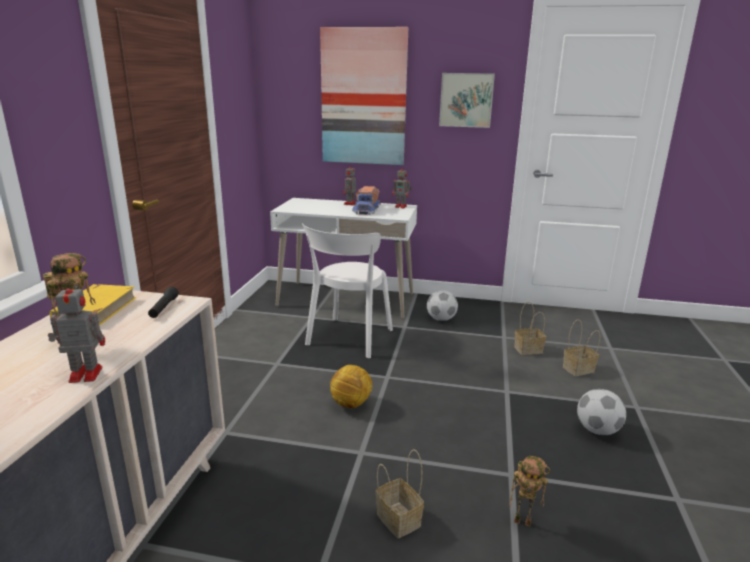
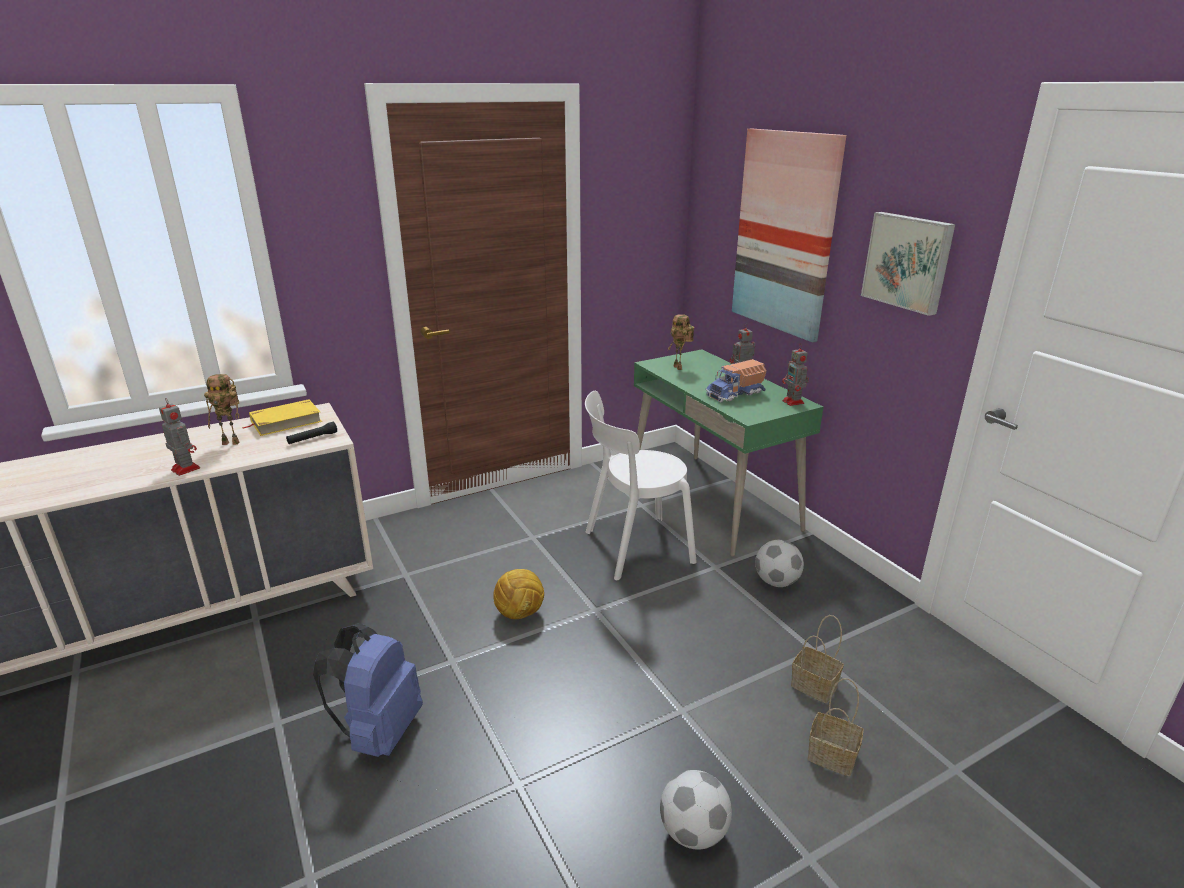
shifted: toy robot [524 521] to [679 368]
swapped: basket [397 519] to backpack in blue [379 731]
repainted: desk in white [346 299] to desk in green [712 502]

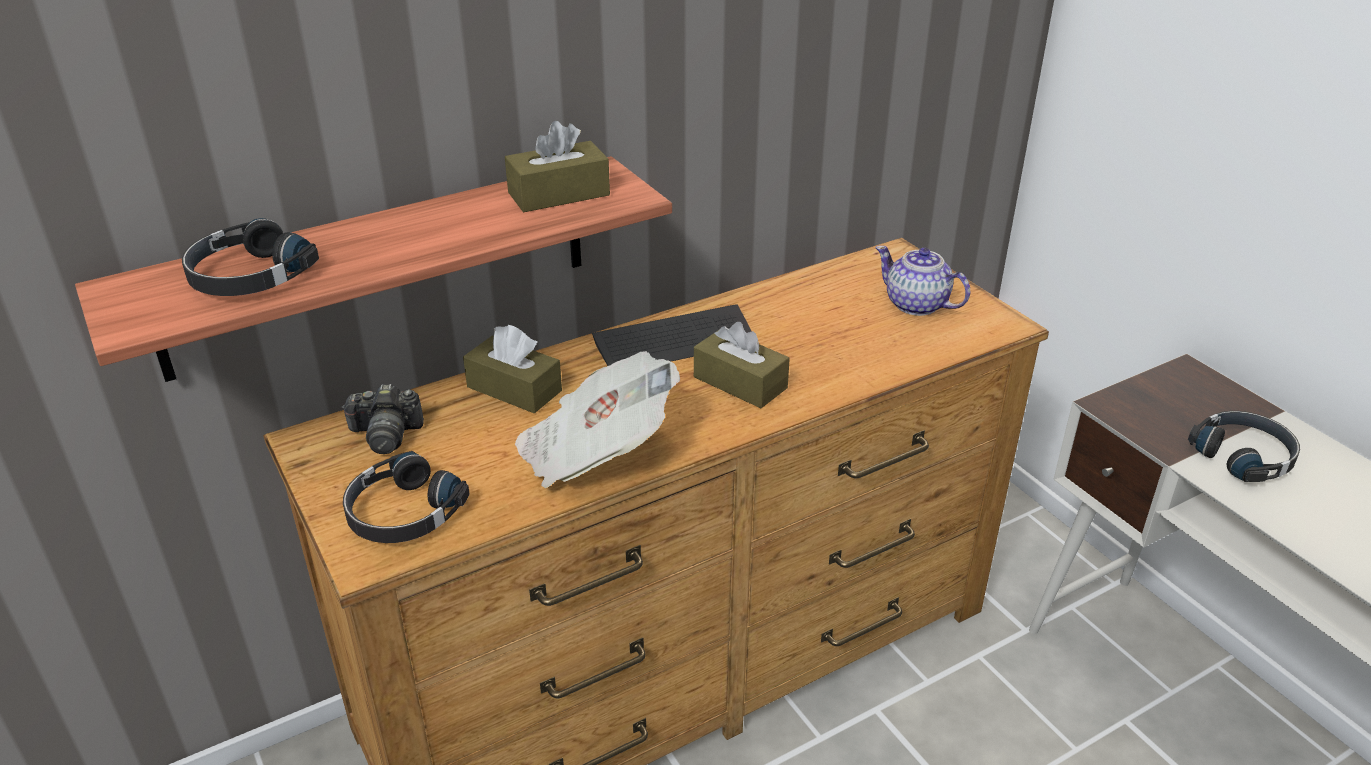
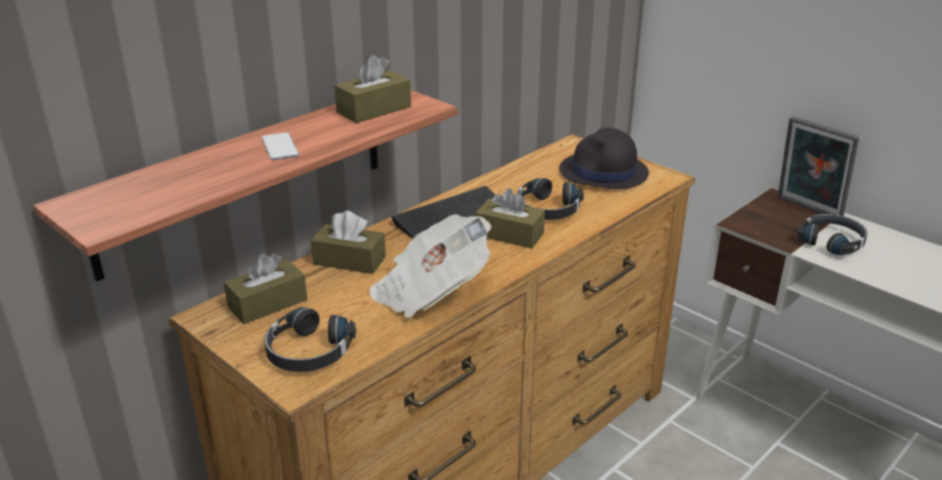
new: phone [280 147]; picture frame [807 209]
shifted: headphones in black [249 276] to [547 209]
swapped: photo camera [386 435] to tissue box in brown [267 303]; teapot [917 305] to hat in black [603 172]

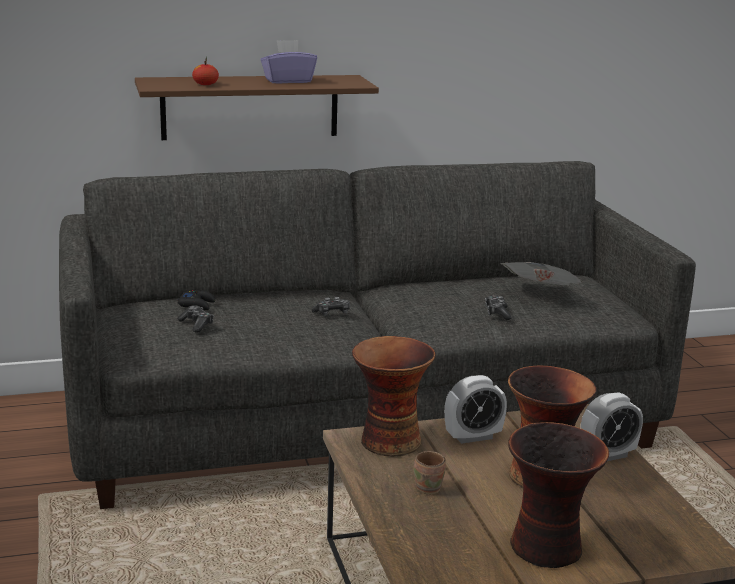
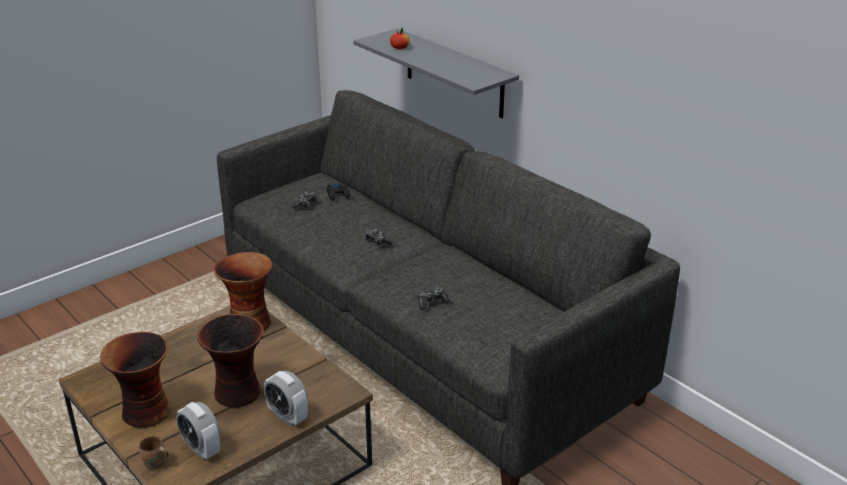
gone: tissue box in purple [288 81]; newspaper [541 295]
shifted: mug in brown [430 488] to [155 465]; alarm clock [473 437] to [201 449]
repainted: shelf in brown [250 107] to shelf in grey [454 73]

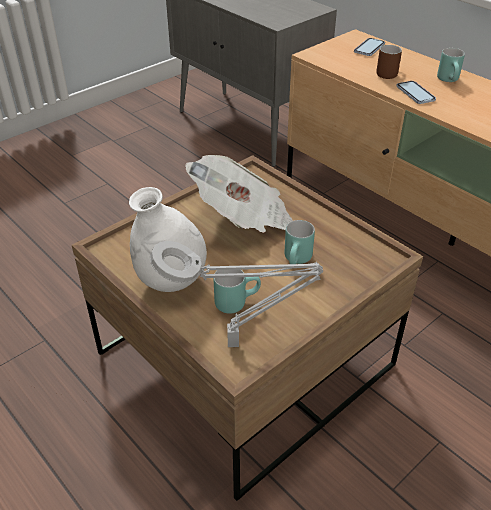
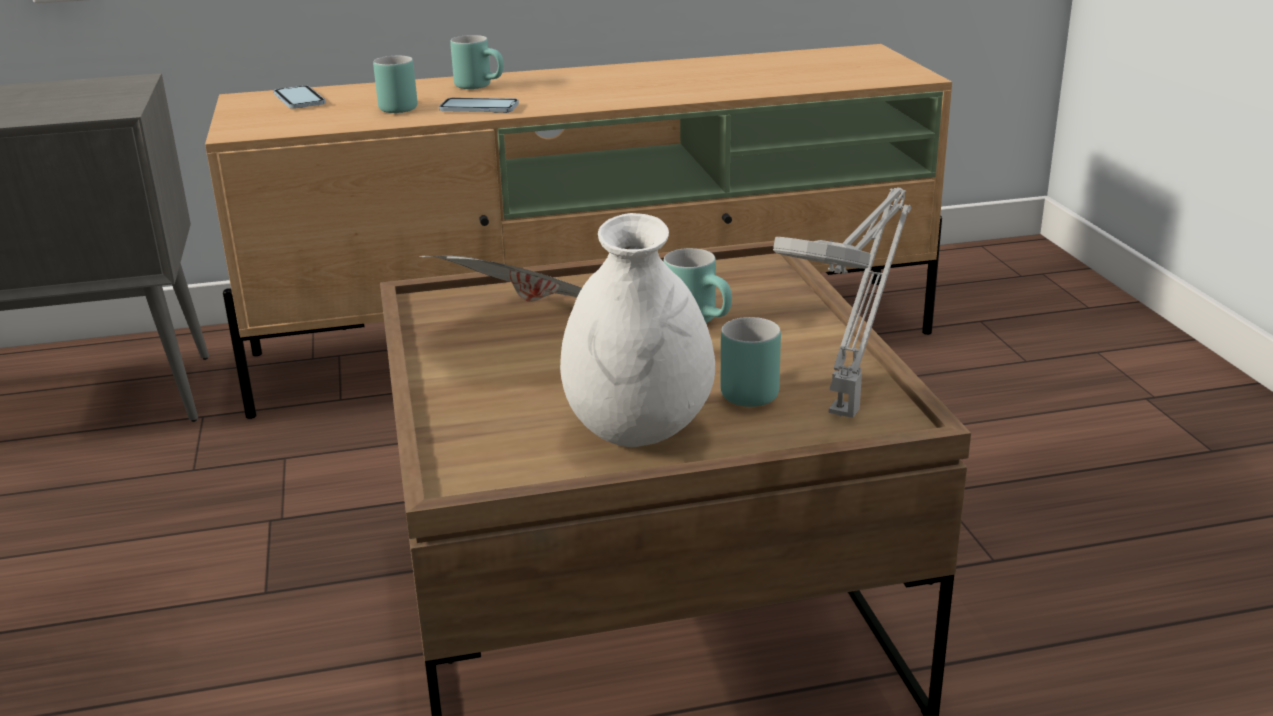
repainted: mug in brown [387 73] to mug in turquoise [393 107]

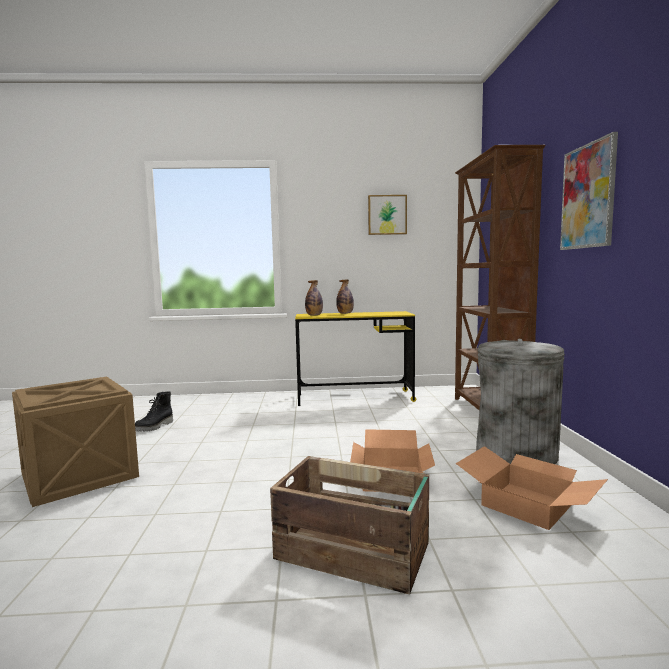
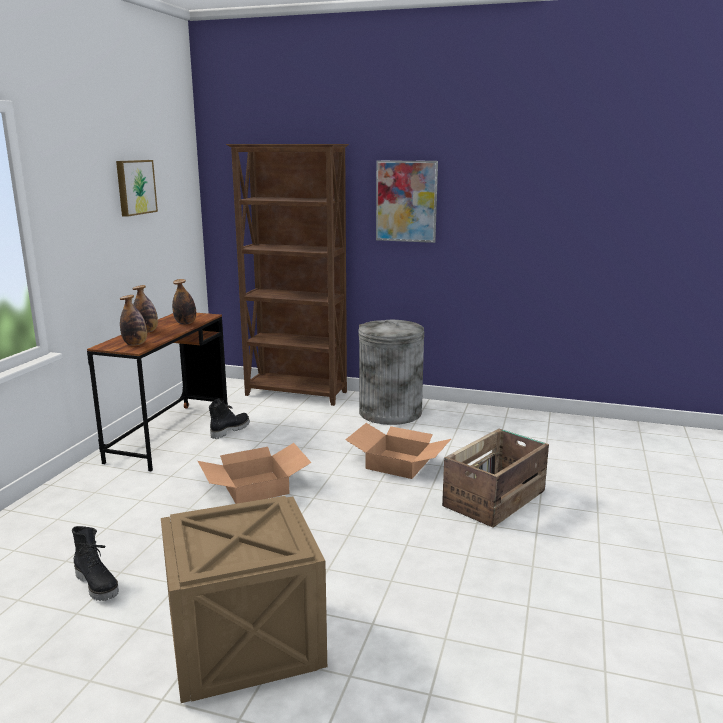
new: bottle [185 323]; boot in black [229 430]
shifted: cardboard box [528 504] to [256 487]
repainted: desk in yellow [355 398] to desk in brown [170 435]

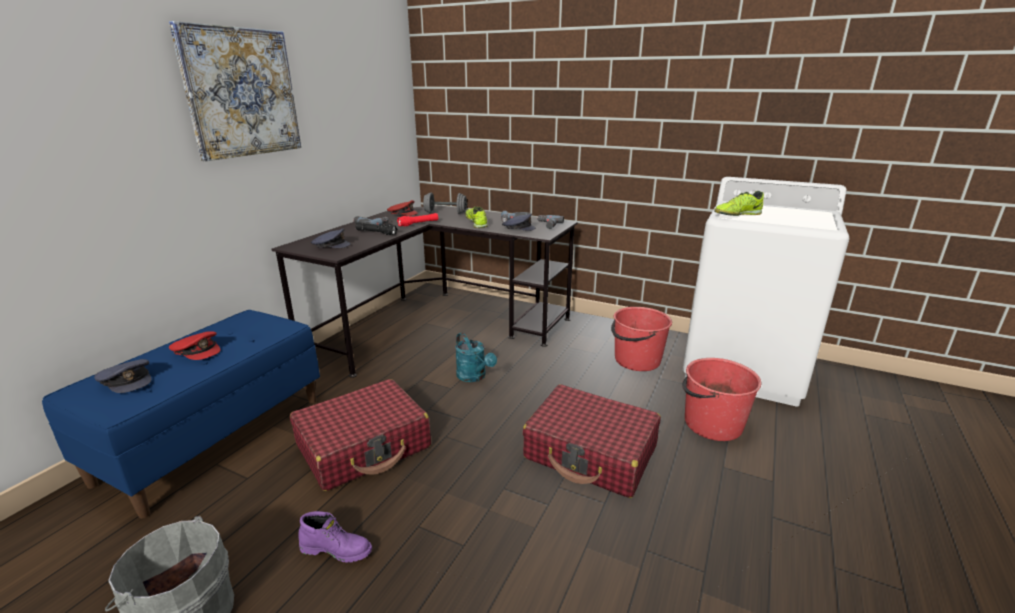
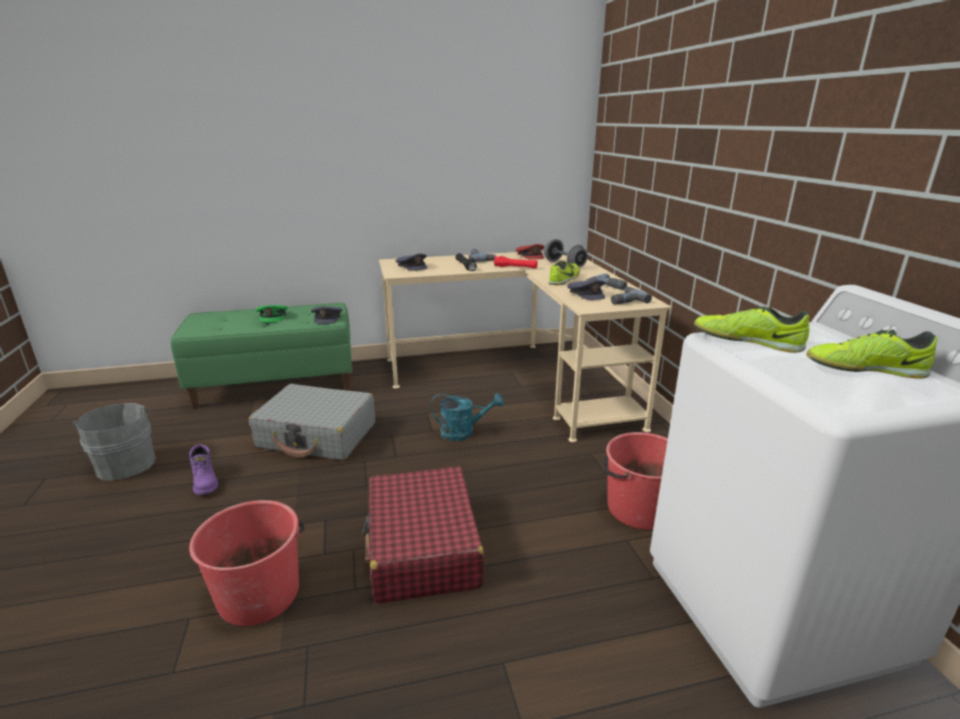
gone: picture [241 93]
new: shoe [864 370]
shifted: cap in grey [127 381] to [327 318]; bucket in red [711 424] to [259 593]
repainted: bench in blue [215 437] to bench in green [277 385]; cap in red [197 351] to cap in green [273 317]; desk in black [437 324] to desk in beige [518 378]; suitcase in red [364 446] to suitcase in grey [317 435]
rotated: watering can in turquoise [474 377] = [463 432] 105 degrees counterclockwise

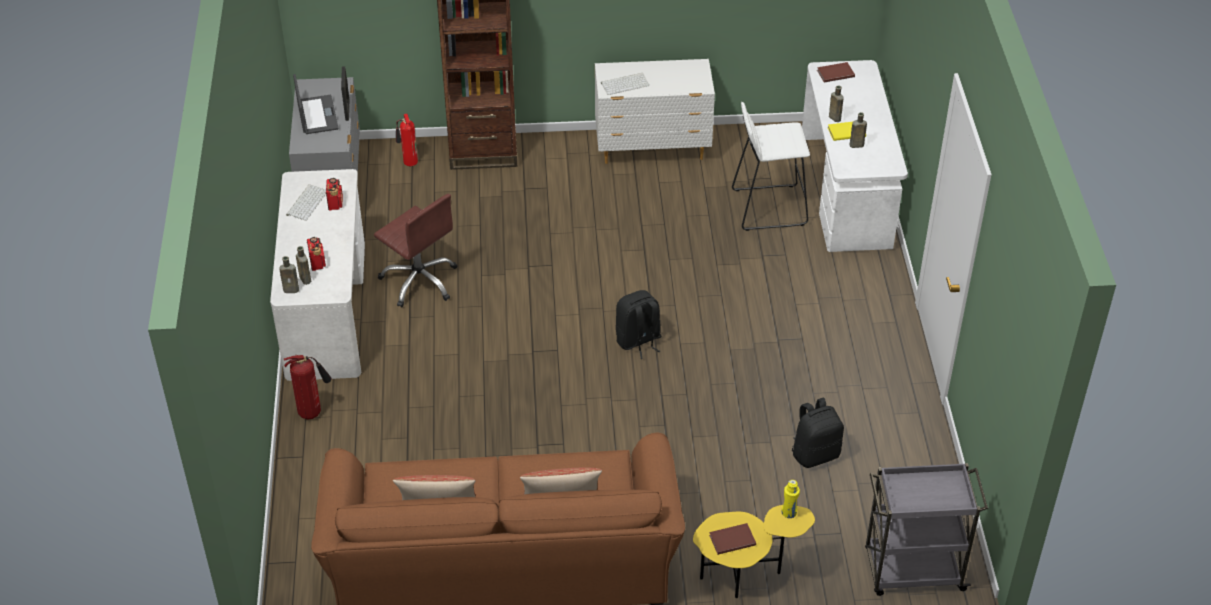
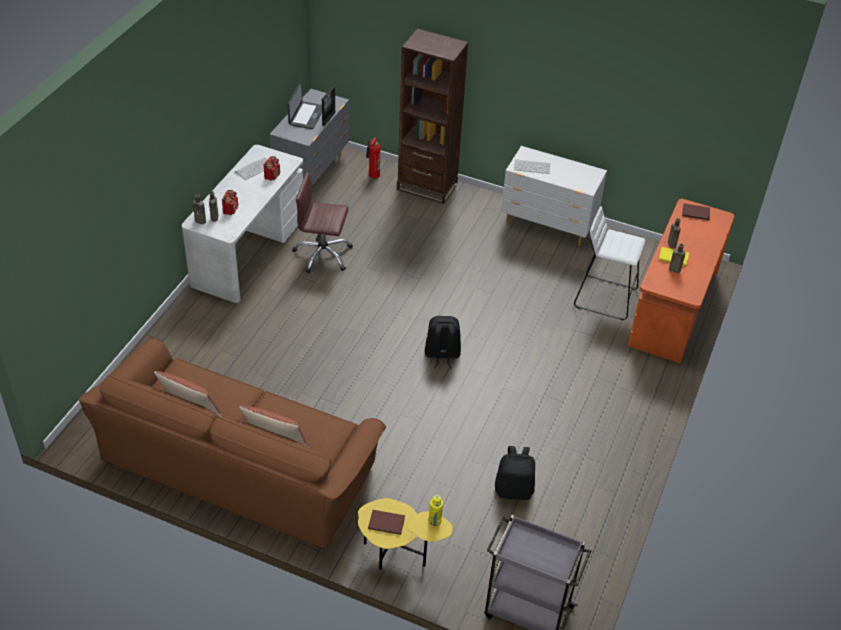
gone: fire extinguisher [312 412]
repainted: desk in white [847 191] to desk in orange [673 308]
rotated: office chair in brown [419 280] = [323 255] 120 degrees clockwise

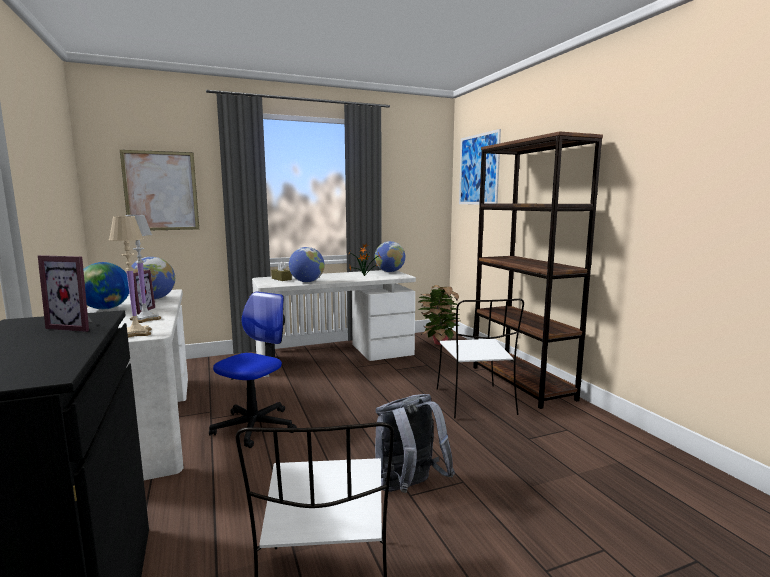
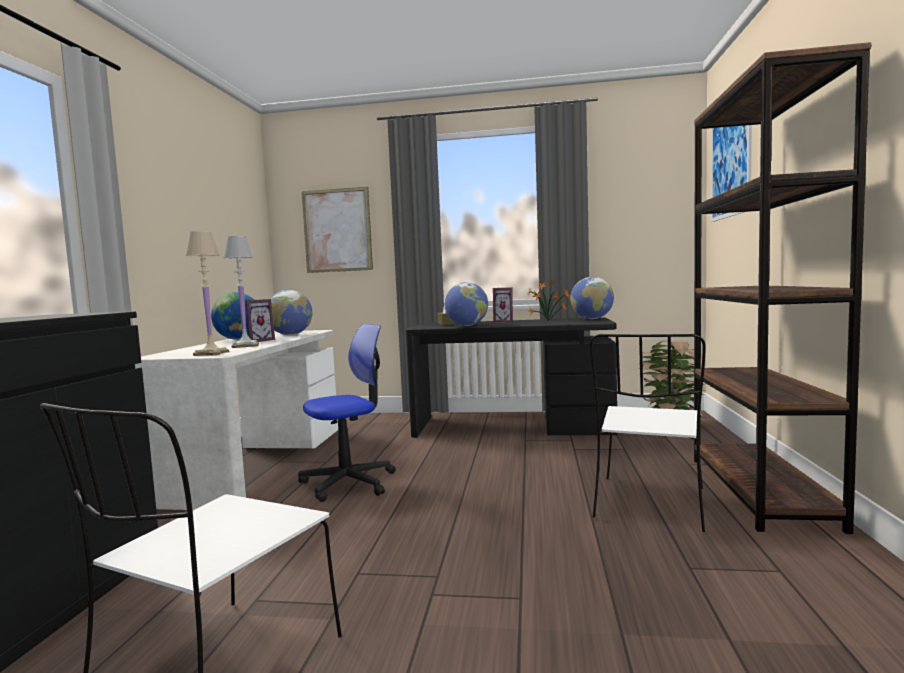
gone: backpack in grey [408 488]
shifted: picture frame [78 326] to [506 322]
repainted: desk in white [336 356] to desk in black [512 426]

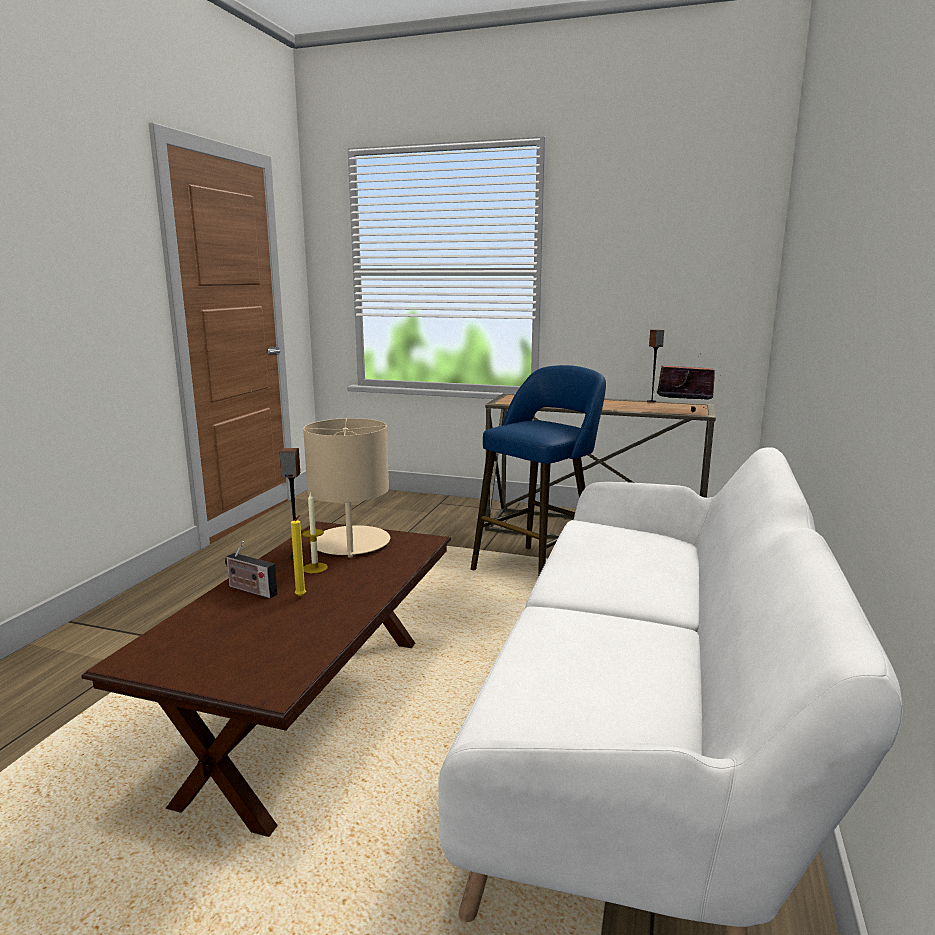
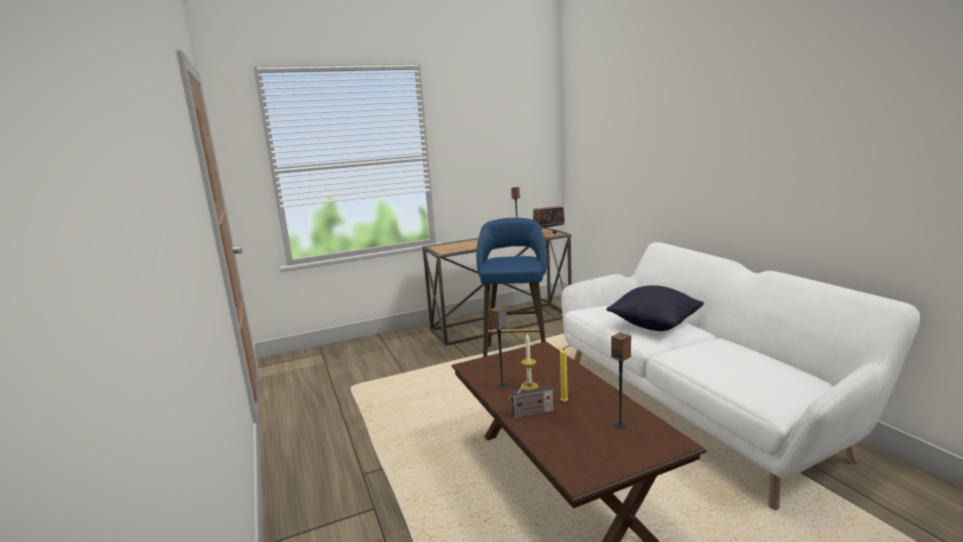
gone: table lamp in beige [351 543]
new: pillow in black [654 325]; speaker [620 425]

